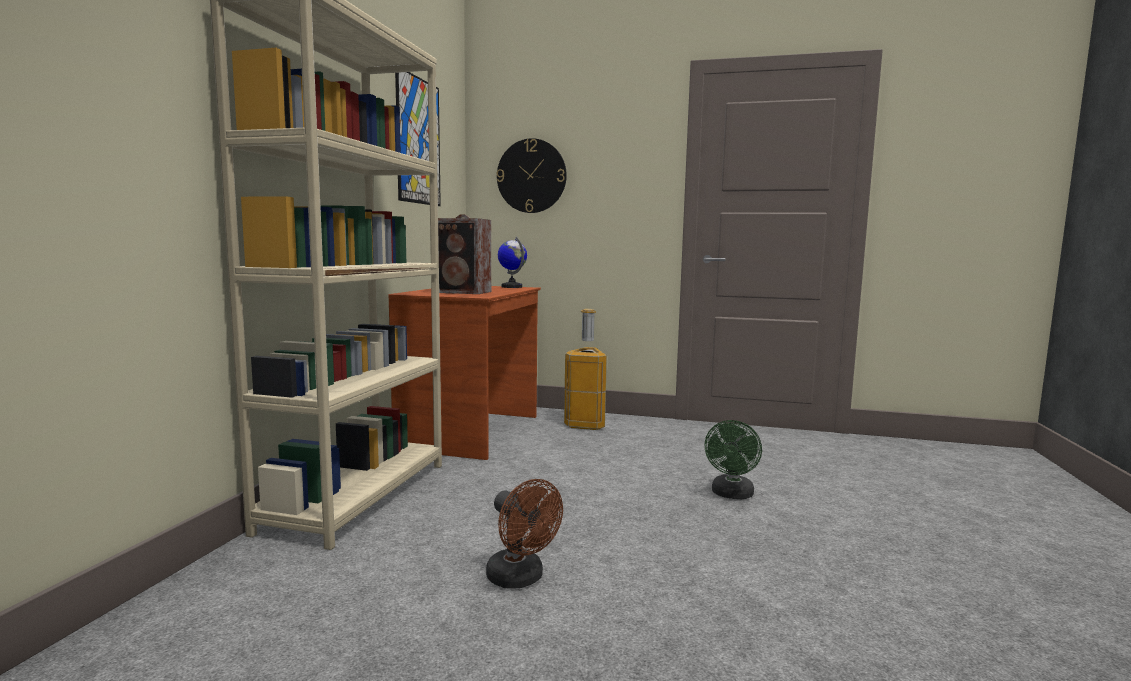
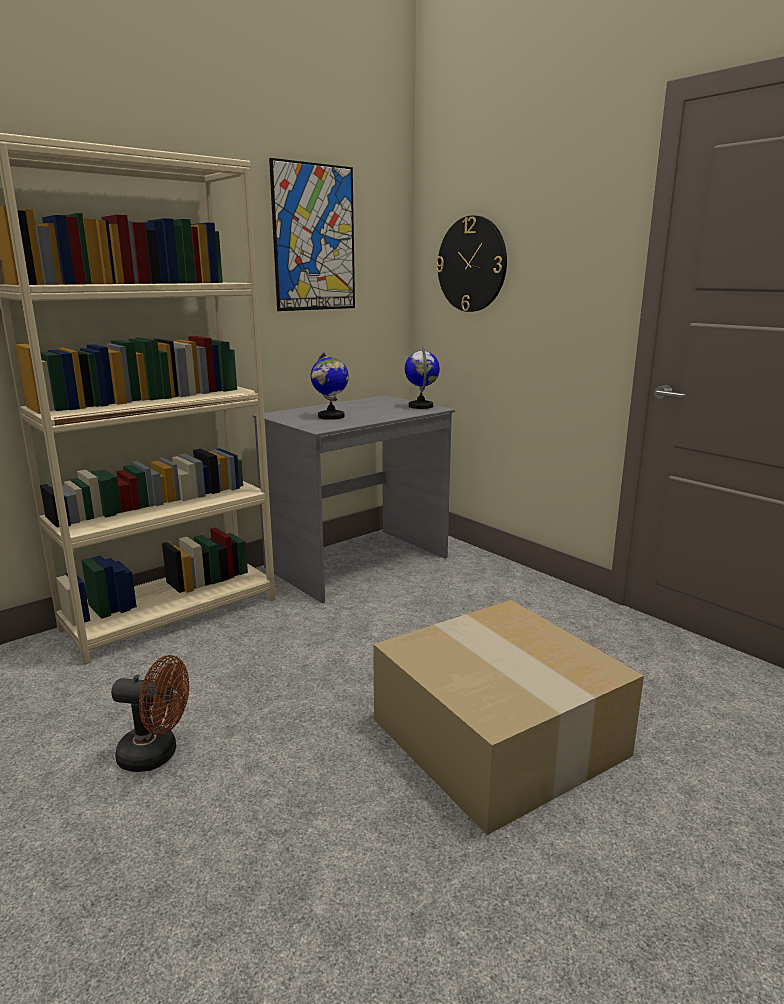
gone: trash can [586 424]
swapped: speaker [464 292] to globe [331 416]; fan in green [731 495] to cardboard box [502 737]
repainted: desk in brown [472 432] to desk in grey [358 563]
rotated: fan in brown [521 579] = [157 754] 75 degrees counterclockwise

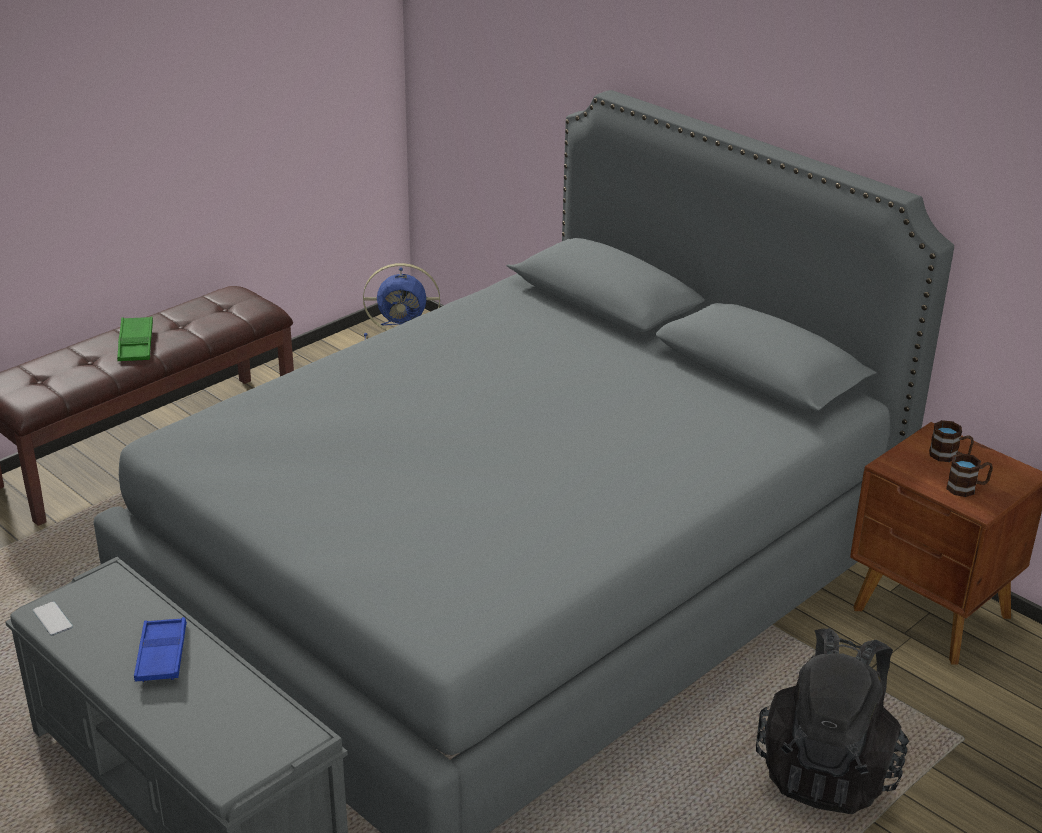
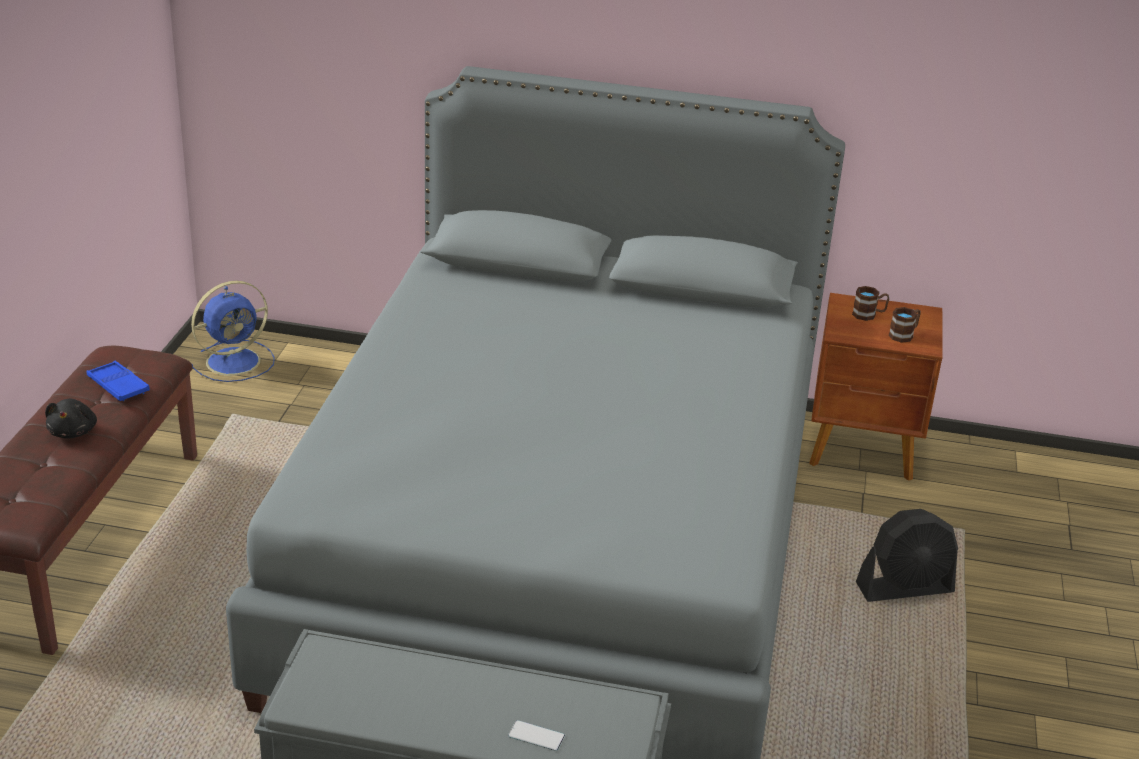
shifted: phone [52 619] to [536 736]; tray in blue [161 655] to [118 386]
swapped: tray in green [136 344] to plush toy in black [73 431]; backpack in black [828 770] to fan in black [905 588]

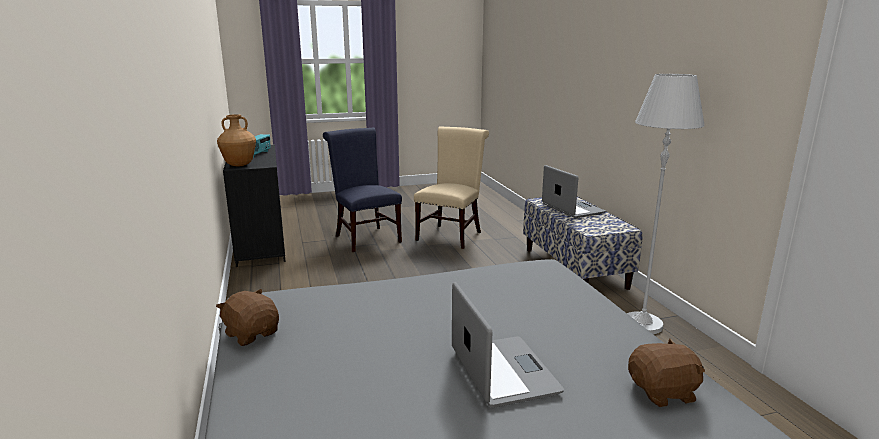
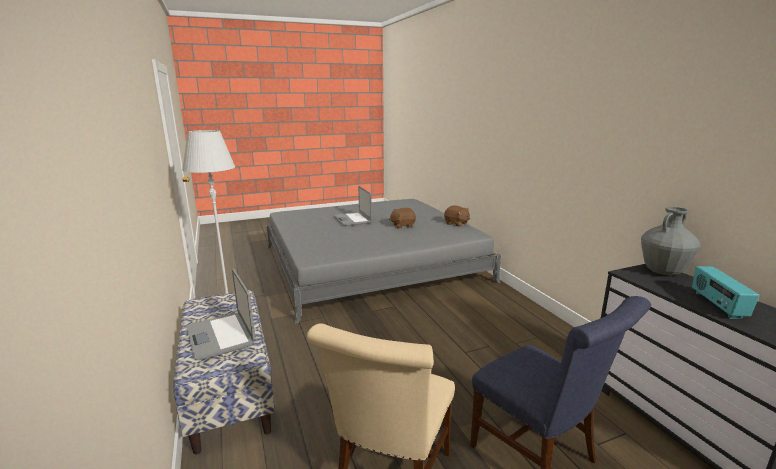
shifted: plush toy in brown [663 392] to [402 225]
repainted: vase in brown [239 165] to vase in grey [663 272]

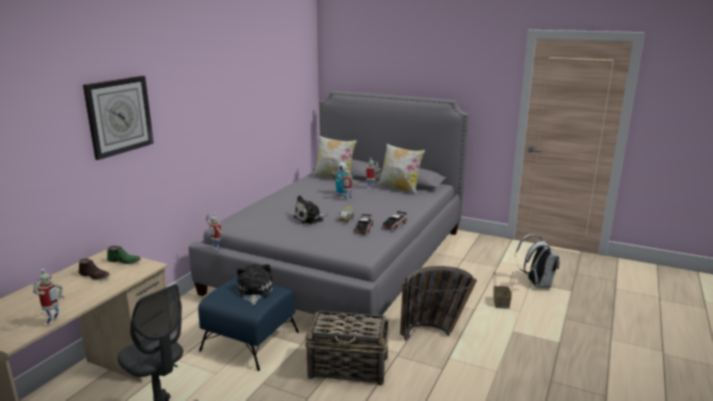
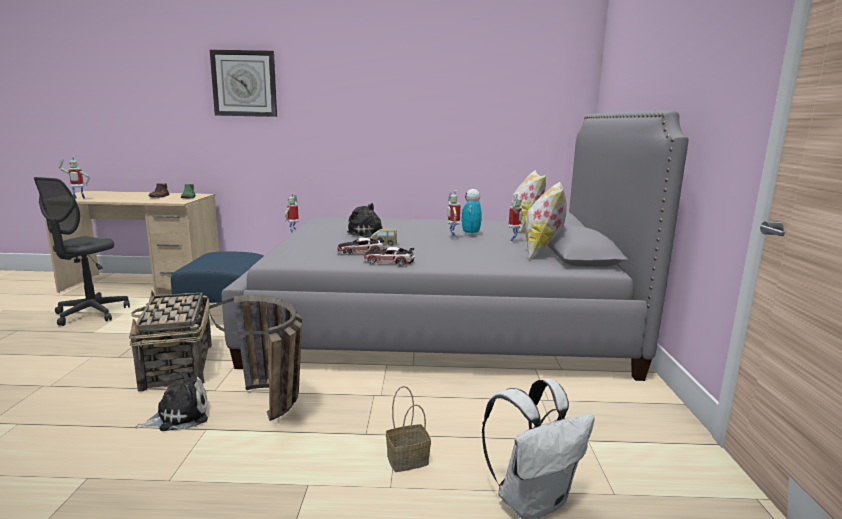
shifted: plush toy [254 292] to [179 416]

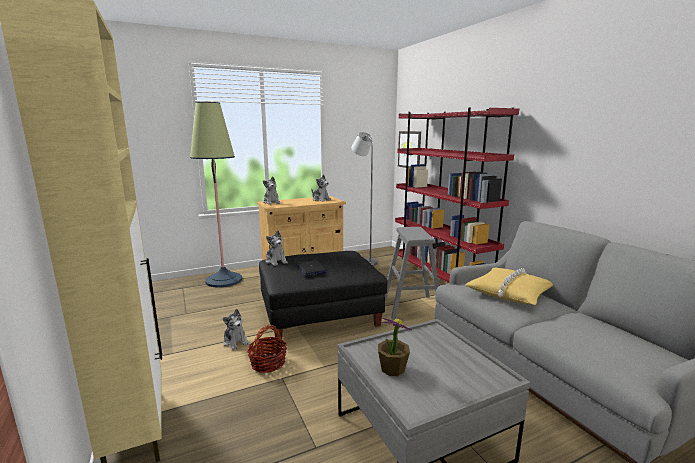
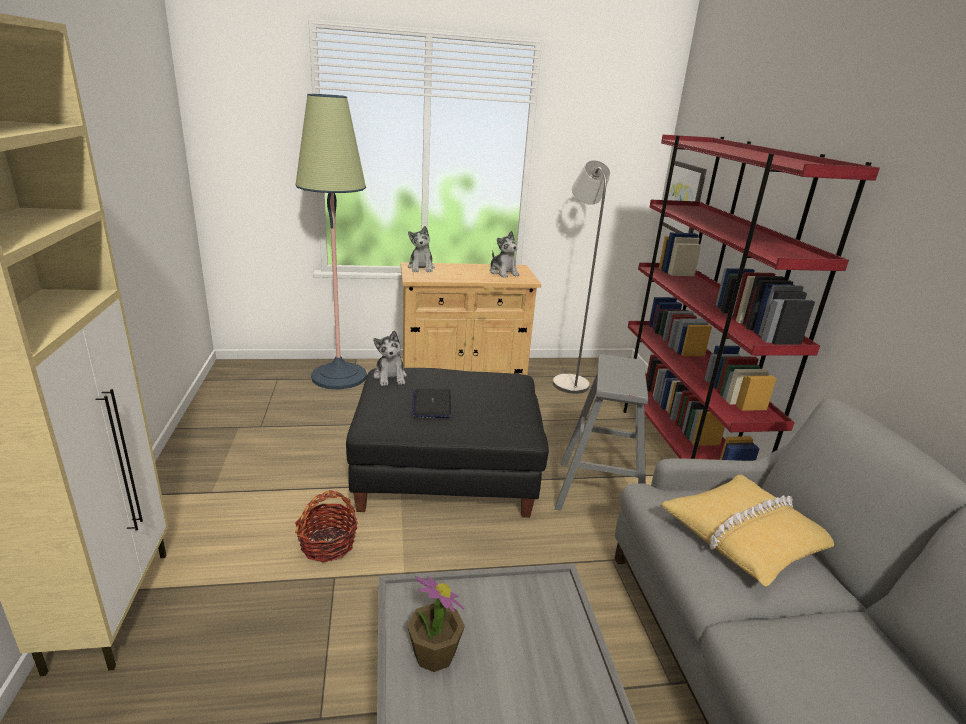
gone: plush toy [235 342]

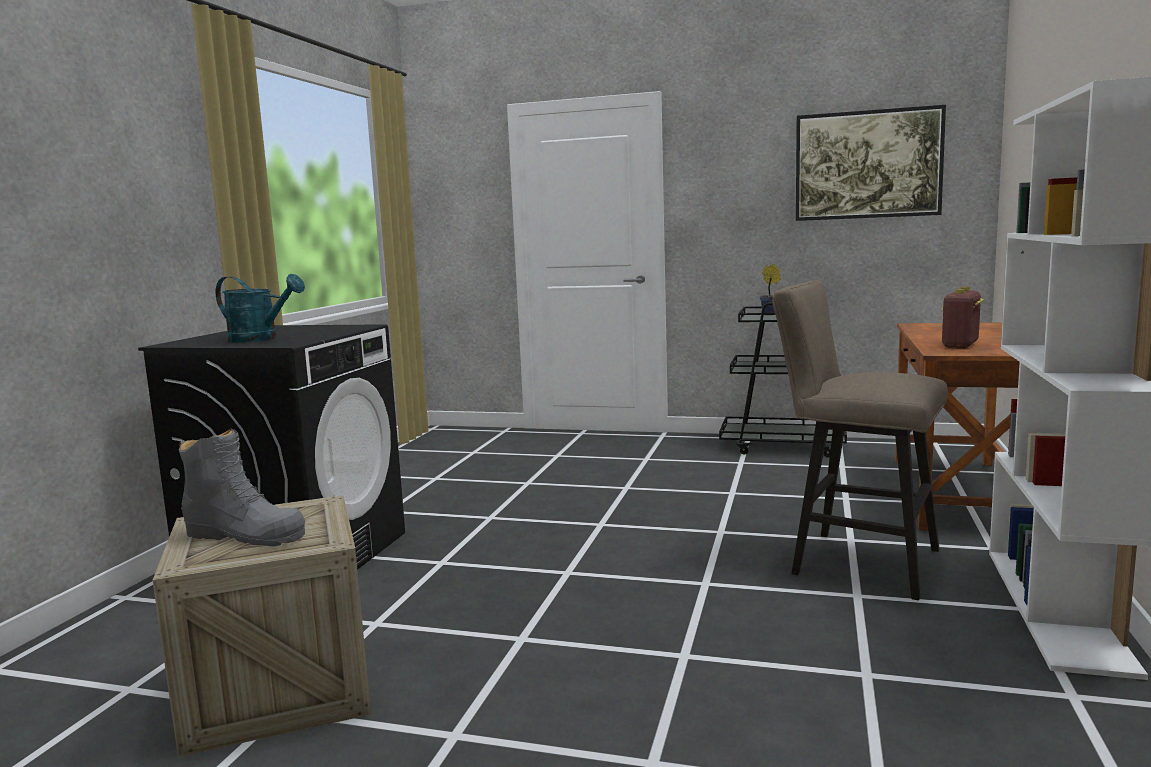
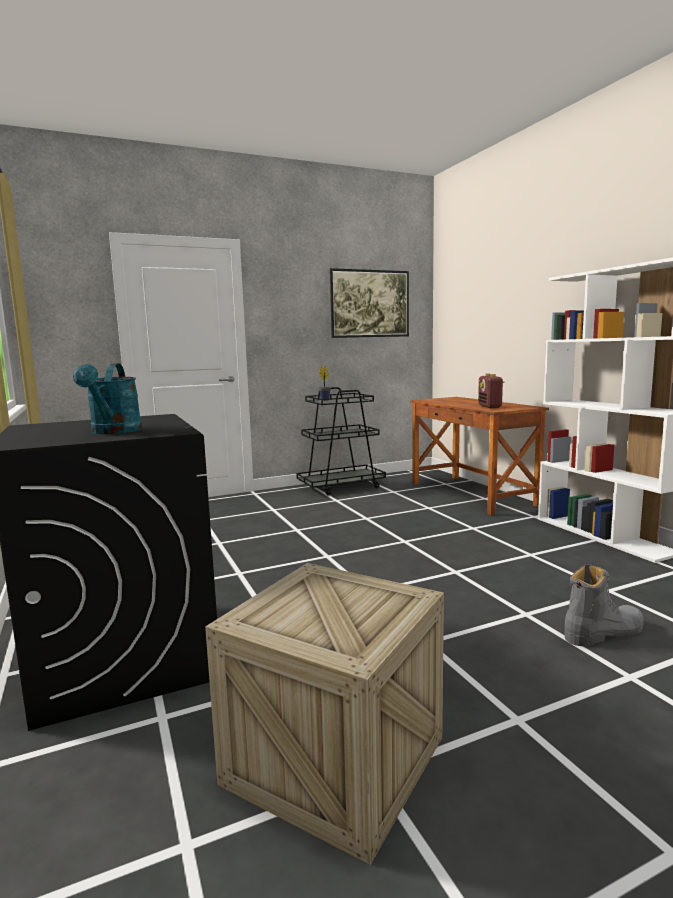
gone: stool in beige [854 561]
shifted: boot in grey [245 535] to [602 632]
rotated: watering can in turquoise [260 339] = [114 432] 105 degrees clockwise

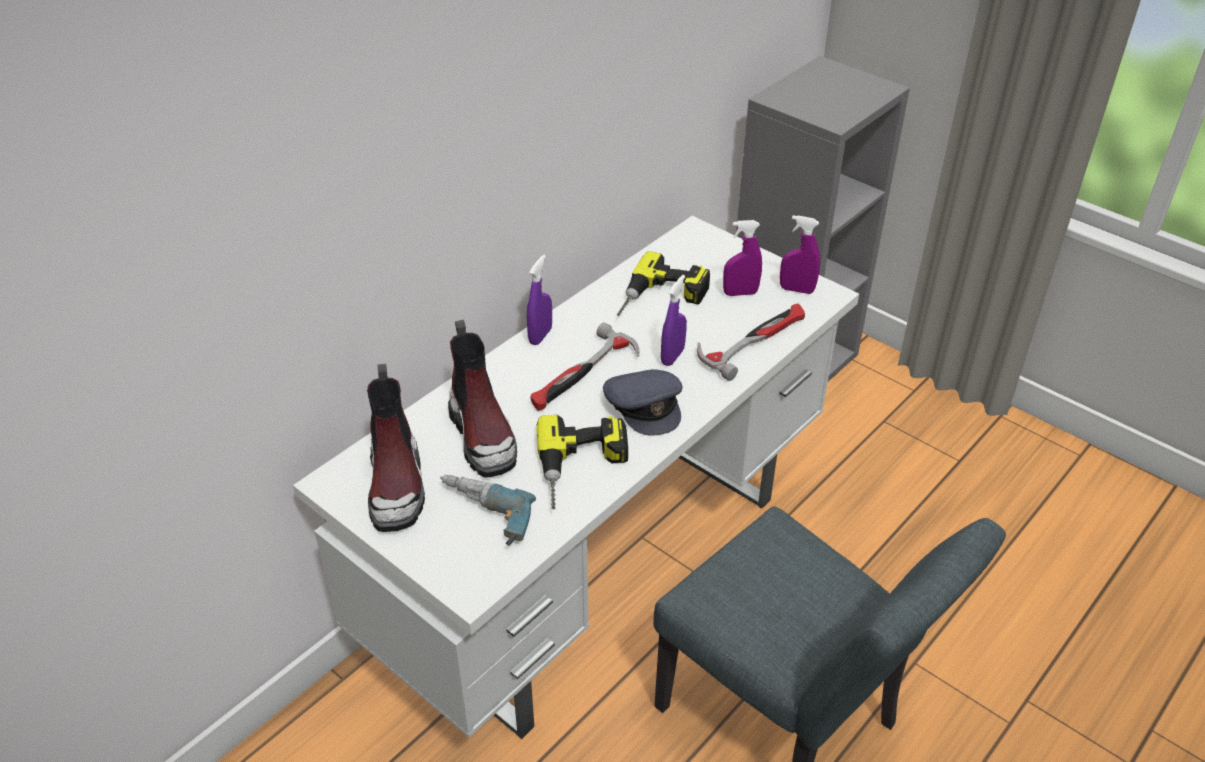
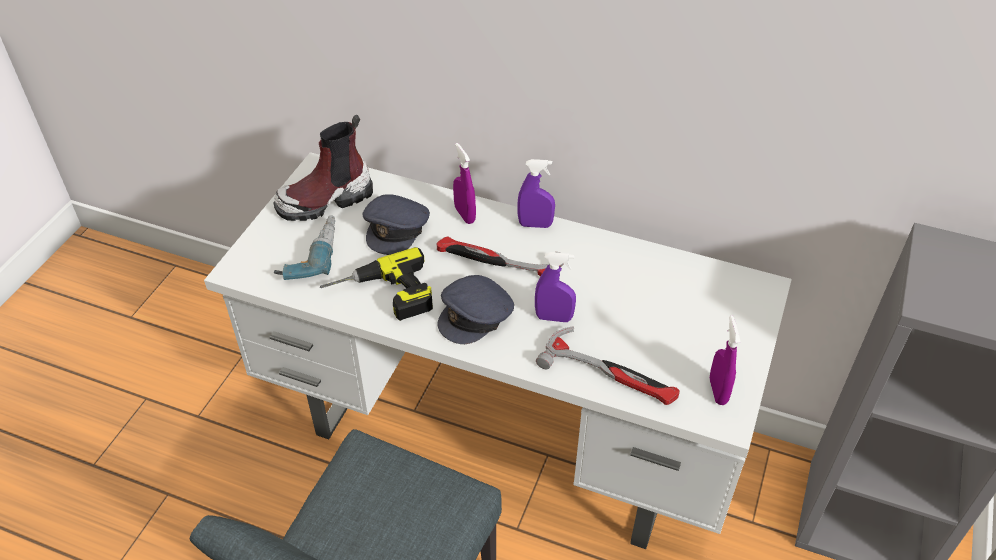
gone: power drill [662 299]
shifted: spray bottle in purple [740 293] to [465 215]
swapped: boot [484 436] to cap in grey [397 228]

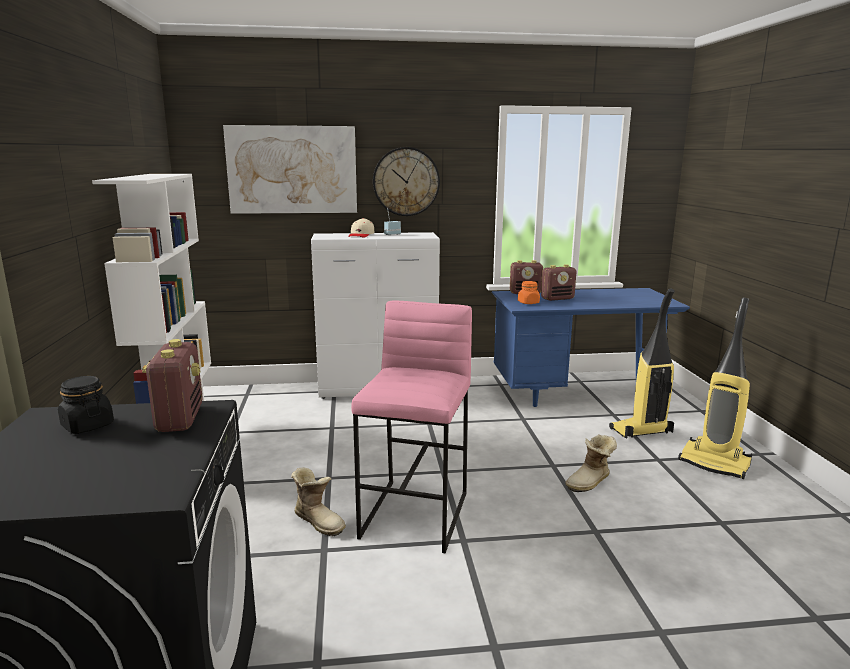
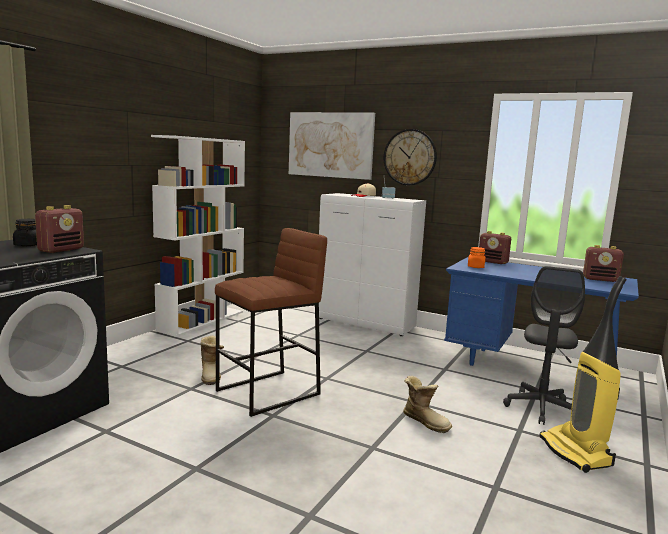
shifted: radio [557 298] to [600 279]
swapped: vacuum cleaner [641 431] to office chair in grey [541 408]
repainted: stool in pink [416 515] to stool in brown [268 393]
rotated: boot [590 482] = [425 421] 135 degrees counterclockwise

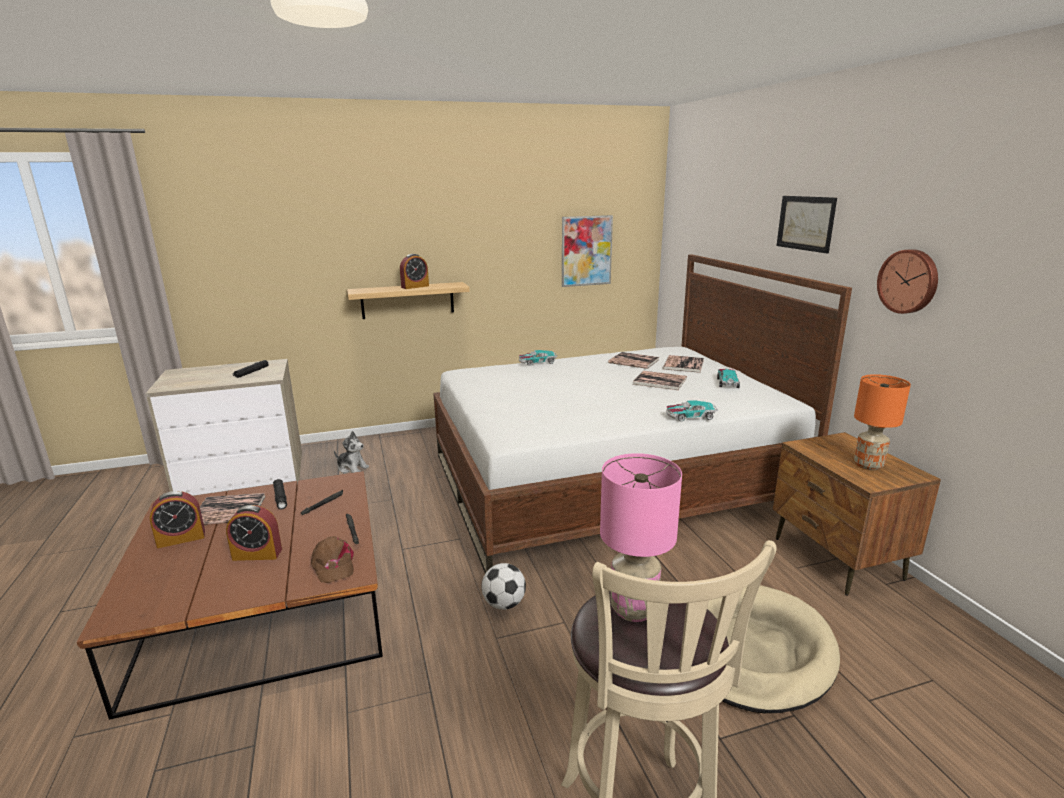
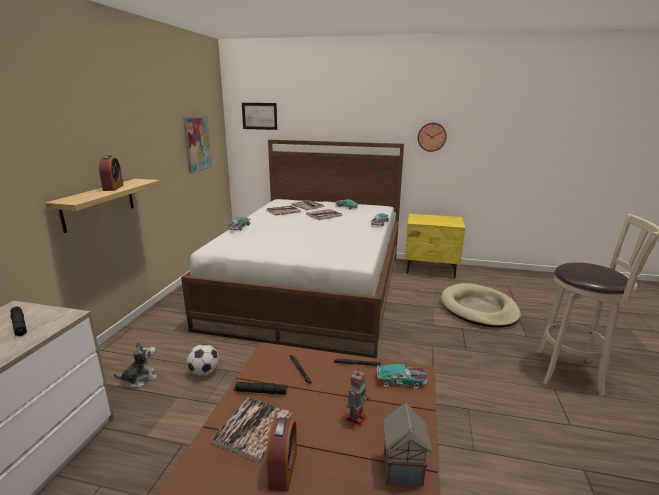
gone: table lamp in pink [634 609]; table lamp in orange [868 465]
new: toy house [403 471]
shifted: football [504 604] to [204 372]; picture [805 223] to [259 116]
swapped: alarm clock [257 554] to toy robot [356 417]; cap in brown [333 565] to toy car [401 381]
repainted: nightstand in brown [837 559] to nightstand in yellow [430 269]

